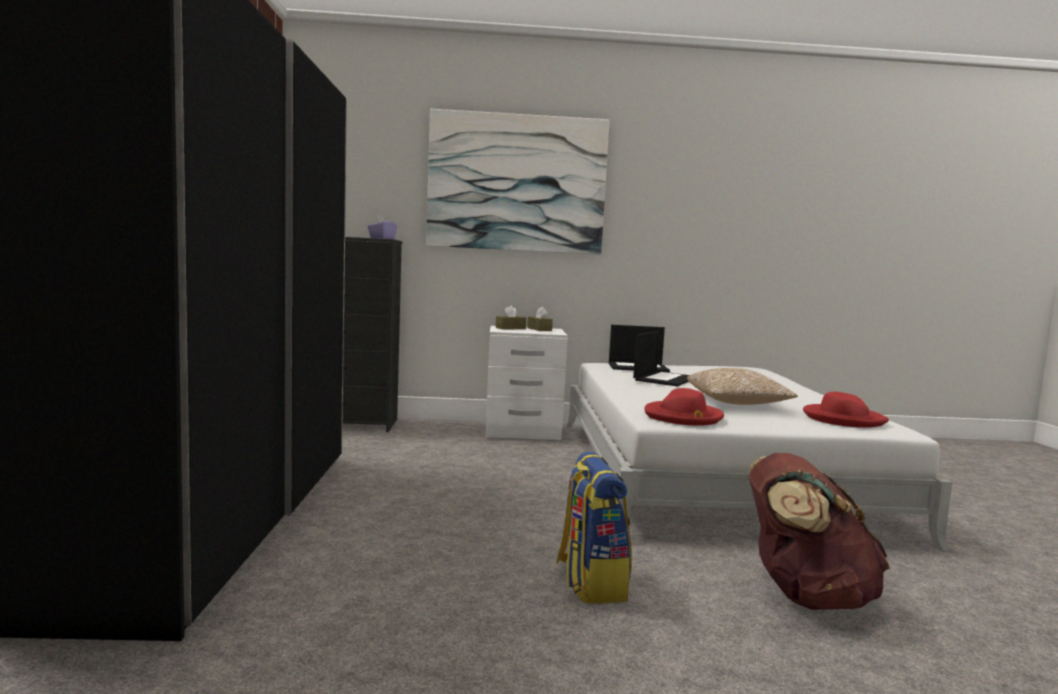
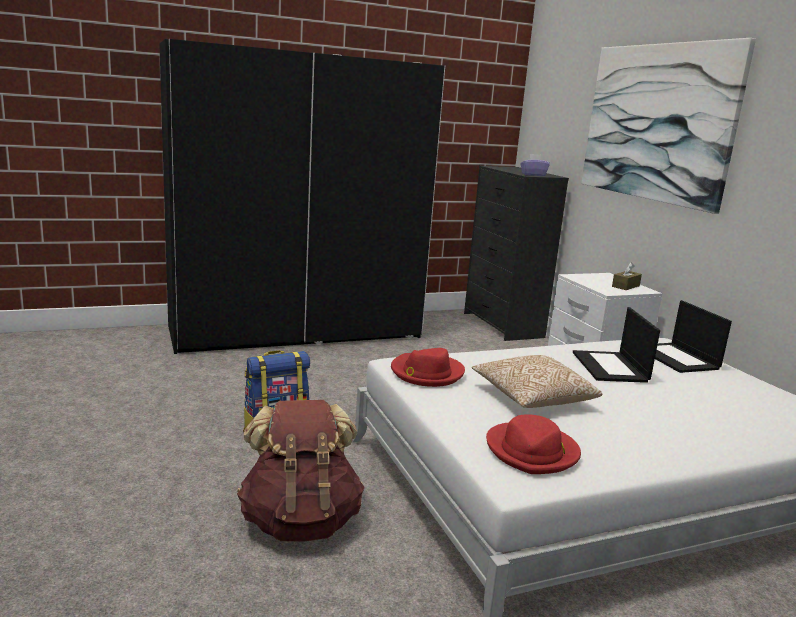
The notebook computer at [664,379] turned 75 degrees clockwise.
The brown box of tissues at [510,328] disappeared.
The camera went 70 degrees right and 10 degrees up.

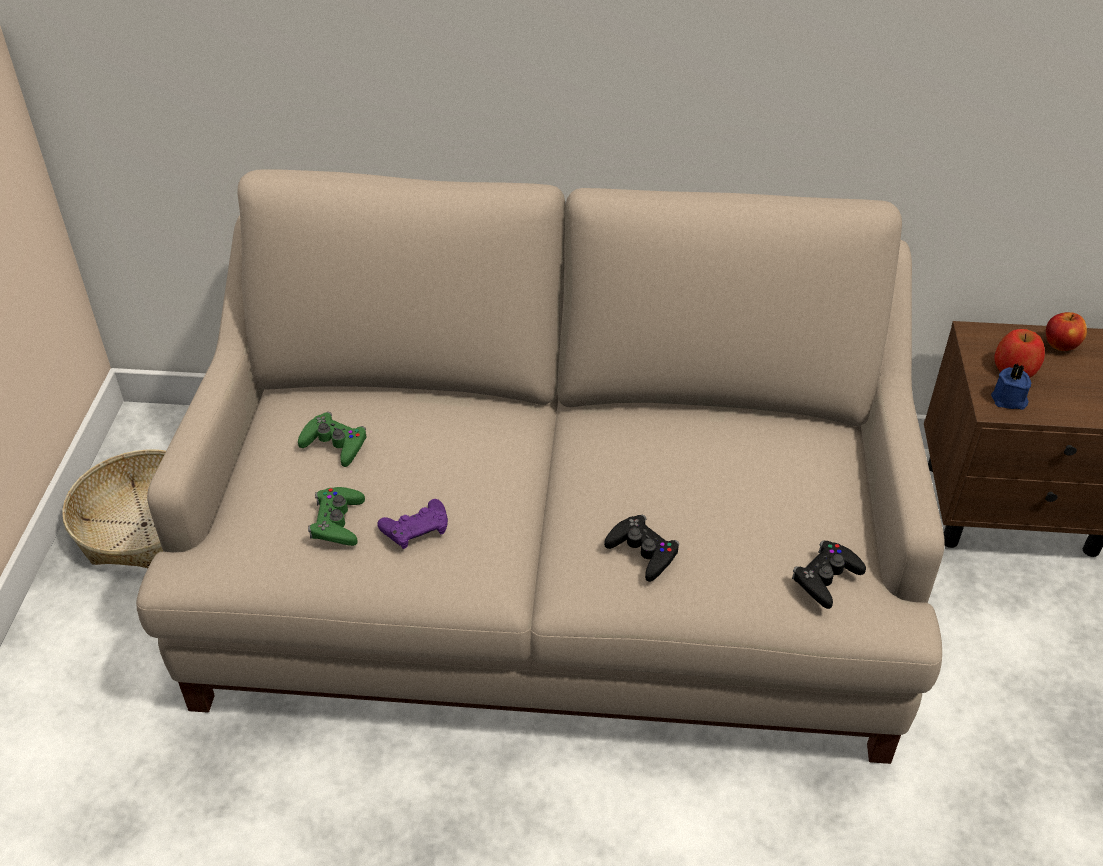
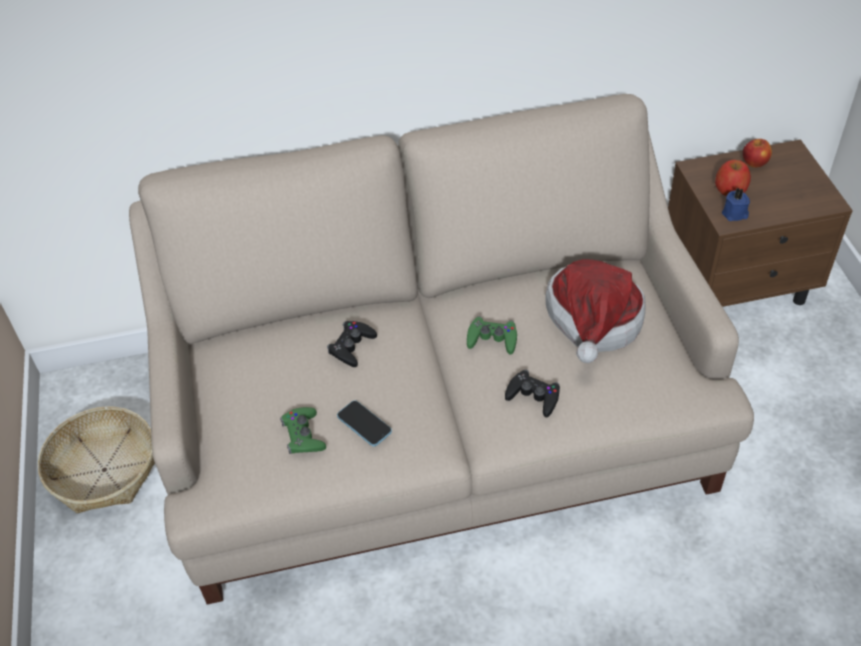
The black-coloured joypad moved from [826,578] to [352,346].
The purple joypad at [416,529] was replaced by the phone at [364,424].
The green joypad moved from [335,444] to [492,339].
The hat at [593,324] appeared.
The camera went 15 degrees left and 5 degrees up.

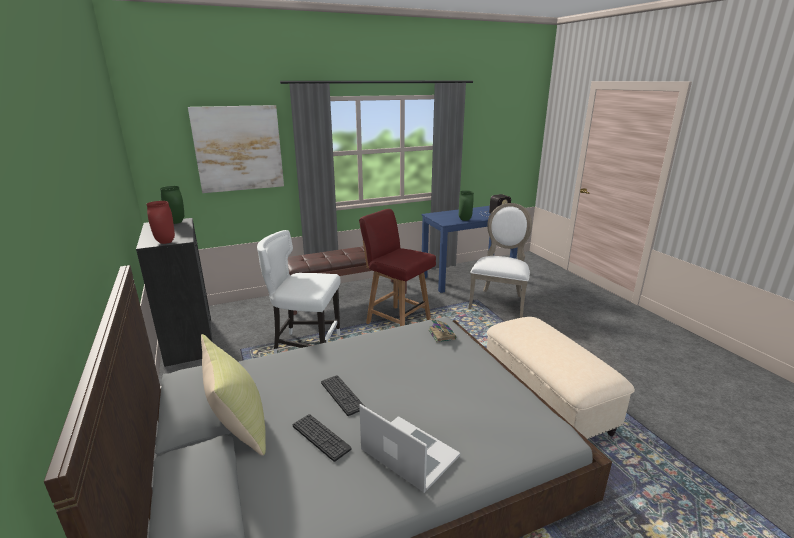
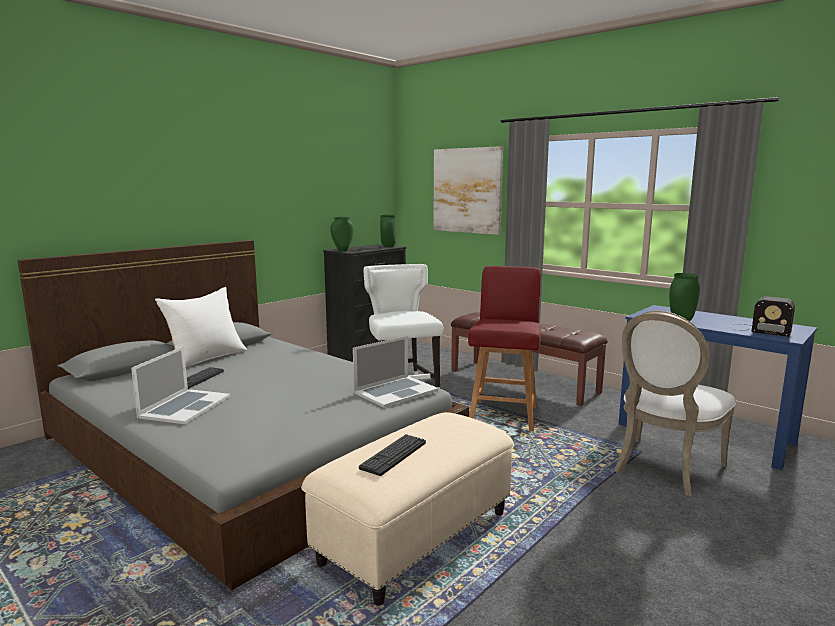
The yellow-coloured pillow at [238,426] became the white-coloured pillow at [206,358].
The reddish flower vase at [166,242] became the green flower vase at [342,251].
The volume at [441,334] was replaced by the notebook computer at [395,391].
The computer keyboard moved from [342,395] to [393,455].
The white-coloured plain chair at [499,302] turned 135 degrees clockwise.
The camera went 65 degrees right and 10 degrees down.

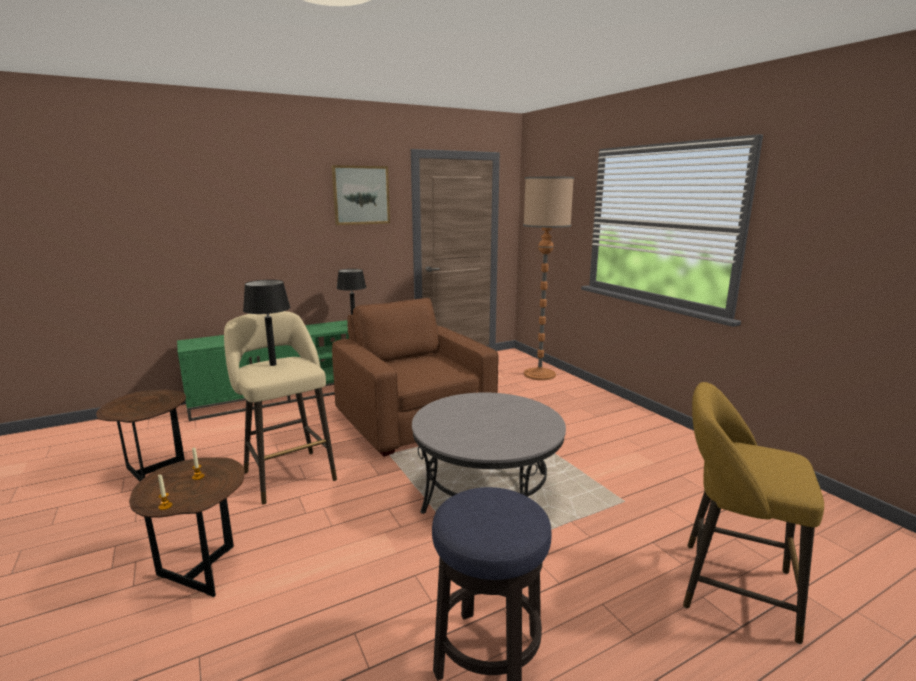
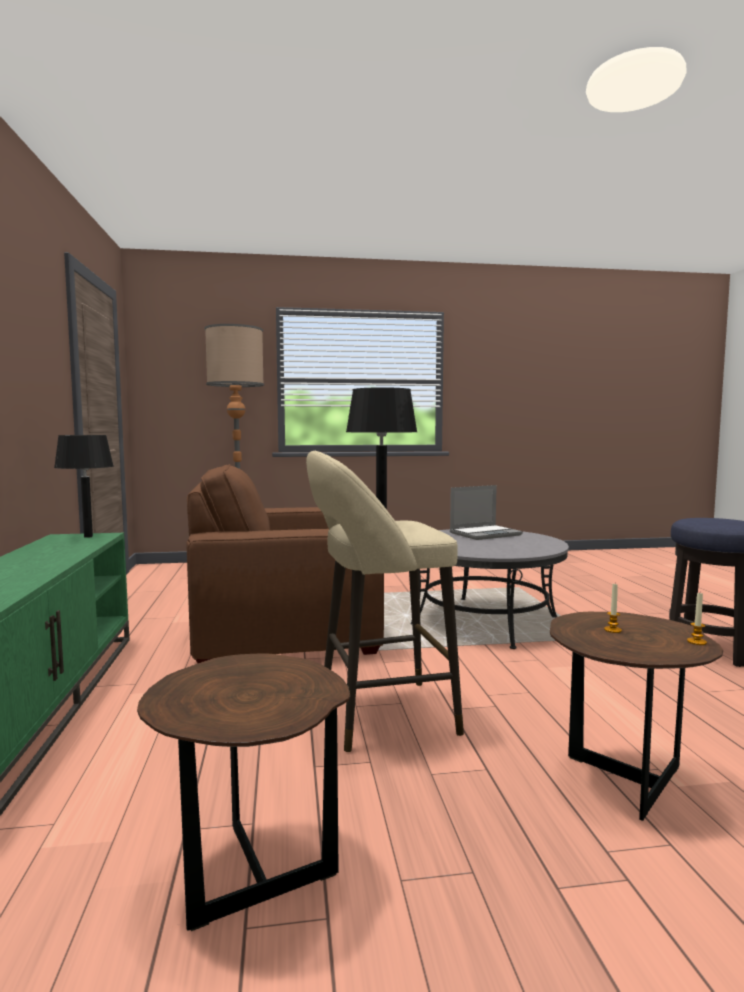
The notebook computer at [485,534] appeared.
The picture at [361,195] disappeared.
The yellow-coloured sitting stool at [728,586] disappeared.
The camera went 70 degrees left and 10 degrees down.

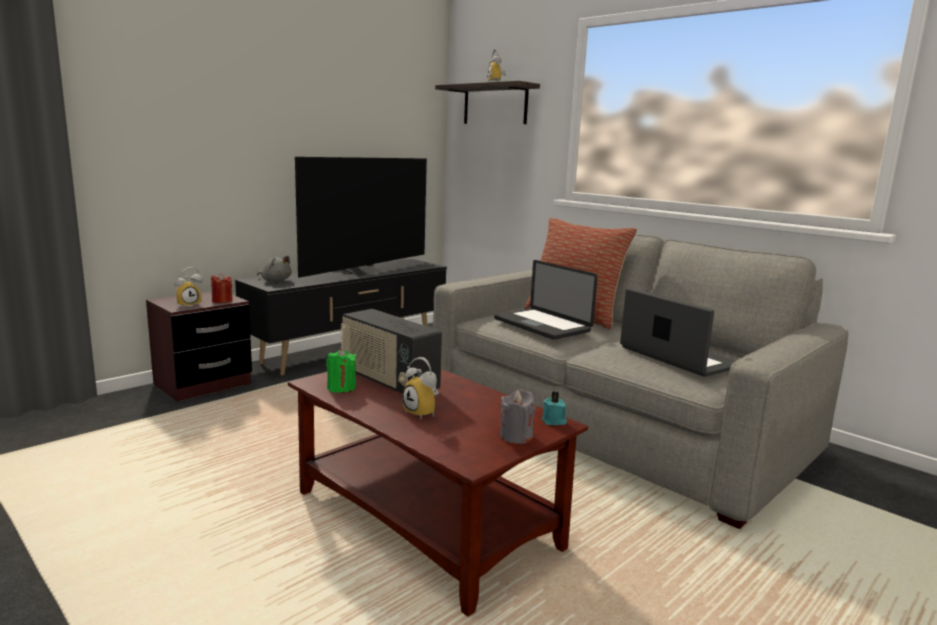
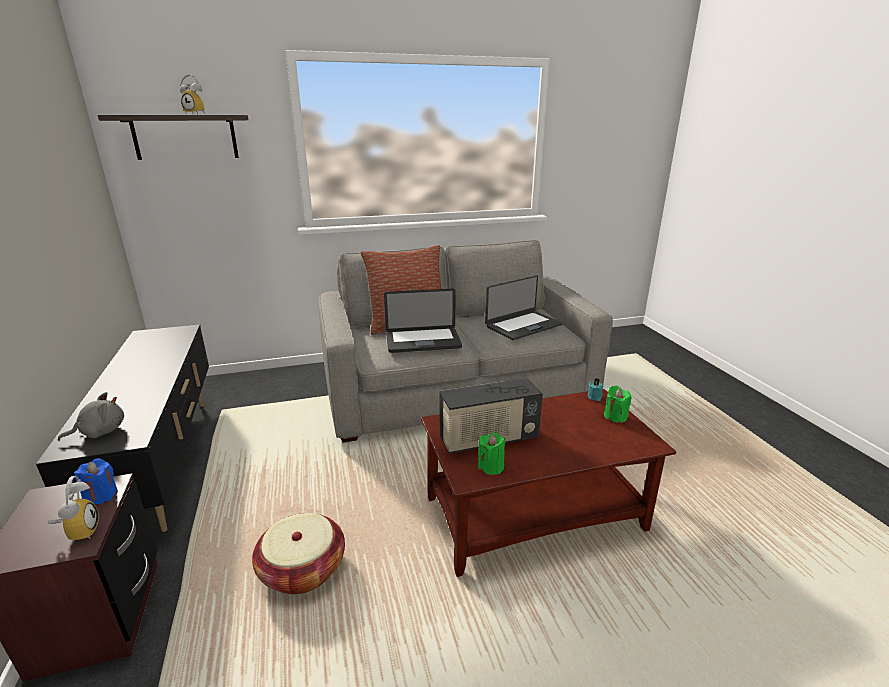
The reddish wax candle at [222,301] became the blue-coloured wax candle at [101,496].
The storage basket at [303,569] appeared.
The notebook computer at [677,357] turned 150 degrees clockwise.
The greyish wax candle at [516,436] became the green wax candle at [615,416].
The TV set at [361,271] disappeared.
The bedside clock at [424,413] disappeared.
The camera went 60 degrees left and 10 degrees up.

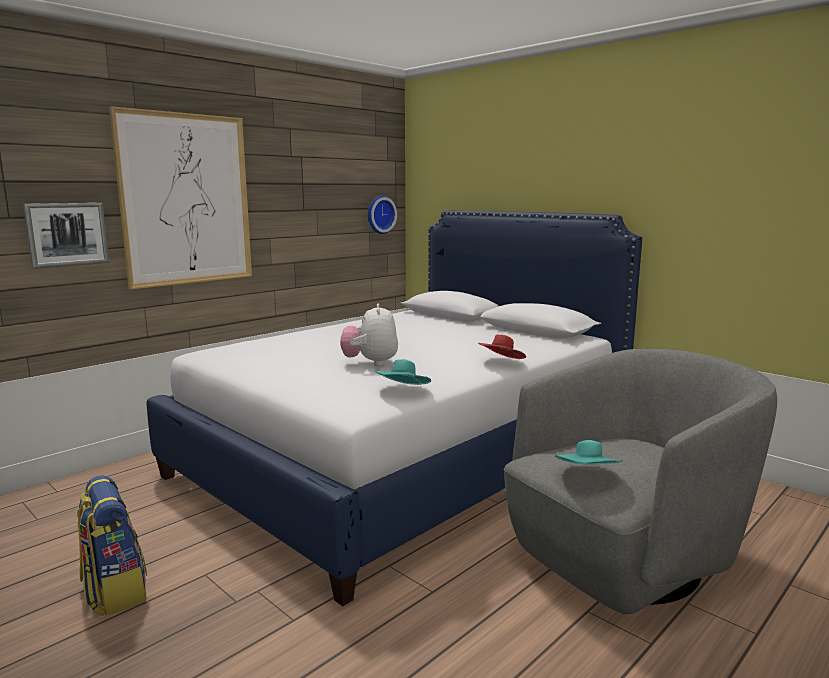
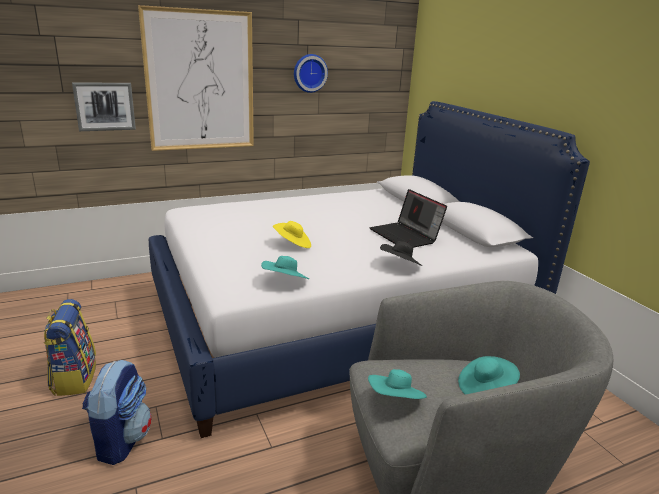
The rucksack at [121,440] appeared.
The plush toy at [370,363] was replaced by the yellow-coloured hat at [292,244].
The wall clock moved from [379,214] to [309,73].
The notebook computer at [406,236] appeared.
The reddish hat at [501,362] became the black-coloured hat at [400,265].
The turquoise-coloured hat at [485,389] appeared.
The camera went 20 degrees right and 10 degrees up.

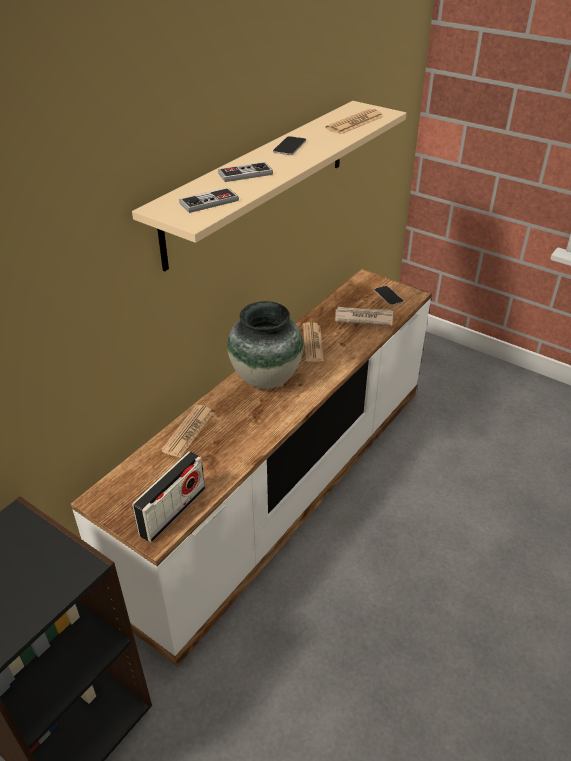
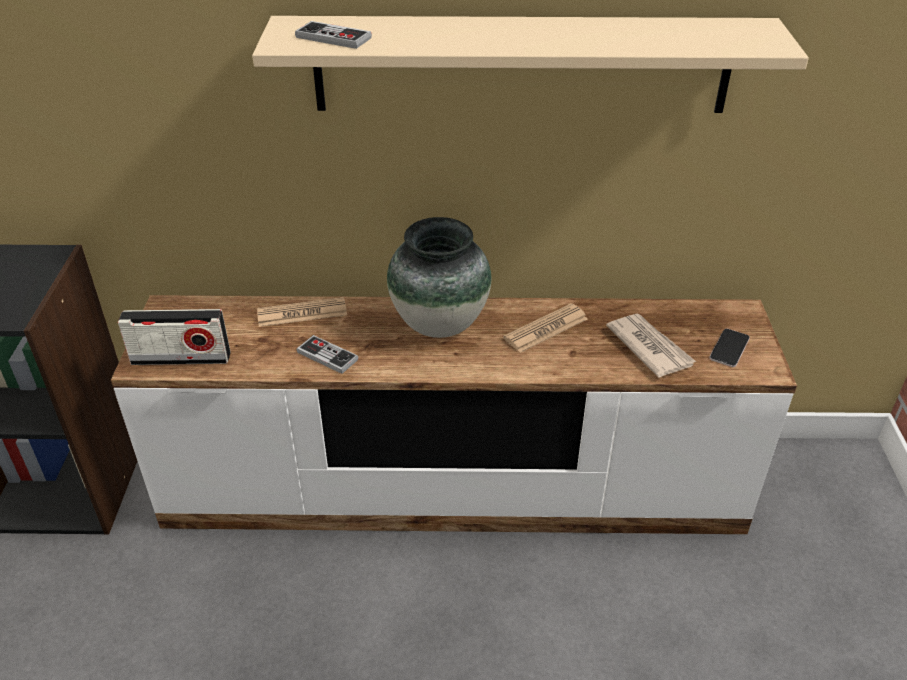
The joypad moved from [245,174] to [327,356].
The phone at [289,146] disappeared.
The printed paper at [355,123] disappeared.
The camera went 55 degrees right and 0 degrees up.

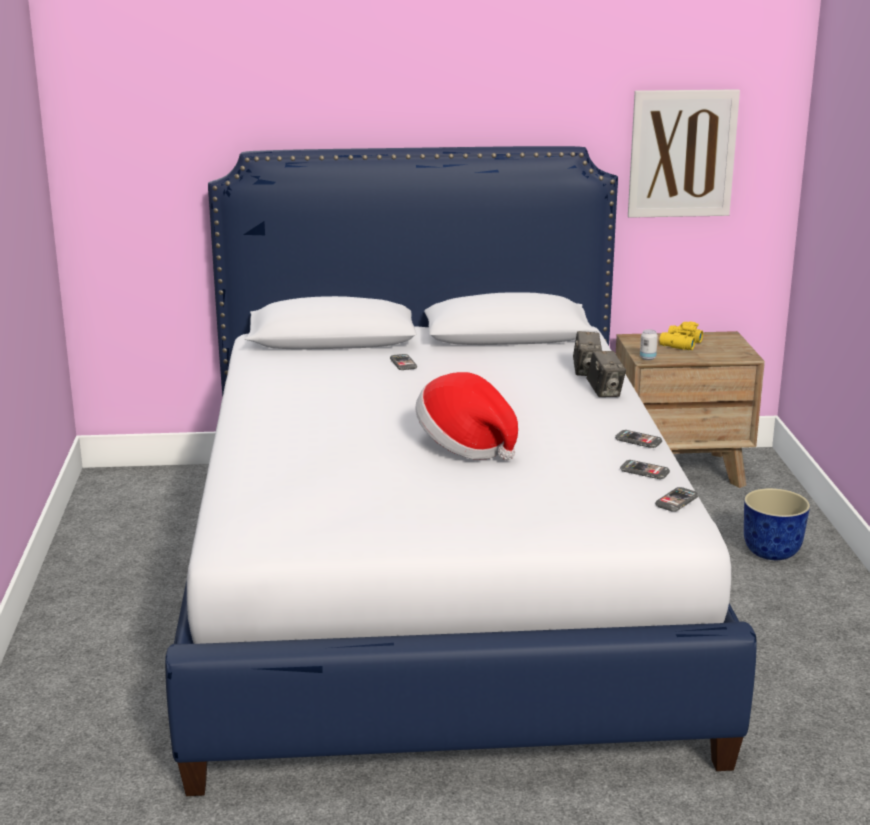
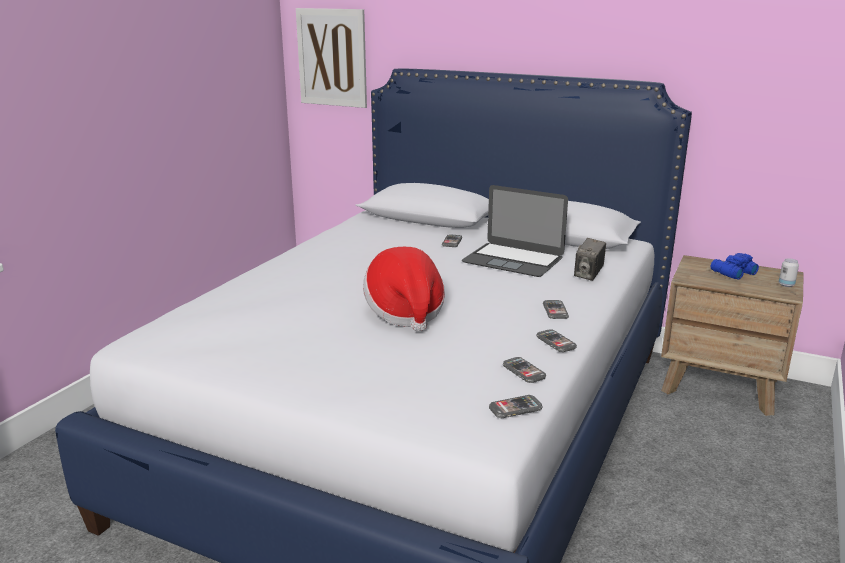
The picture moved from [682,153] to [332,57].
The notebook computer at [513,260] appeared.
The phone at [555,311] appeared.
The yellow-coloured binoculars at [679,344] became the blue-coloured binoculars at [732,272].
The metal can moved from [647,358] to [786,285].
The still camera at [605,392] disappeared.
The plant pot at [770,552] disappeared.
The camera went 30 degrees right and 0 degrees up.

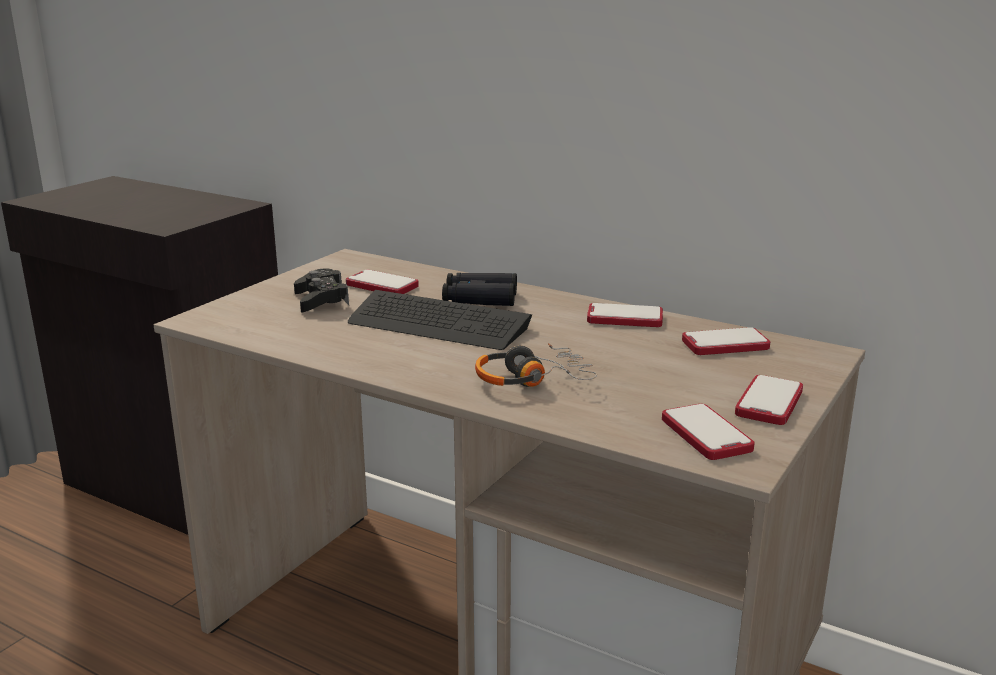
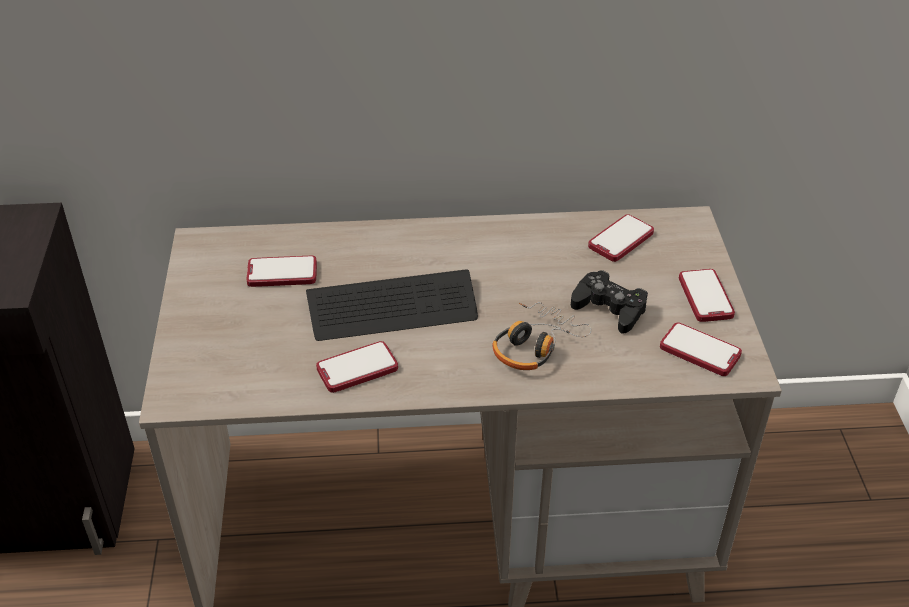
The phone moved from [624,318] to [357,369].
The black-coloured joypad moved from [321,300] to [609,308].
The black-coloured binoculars at [479,298] disappeared.
The camera went 35 degrees left and 20 degrees up.

